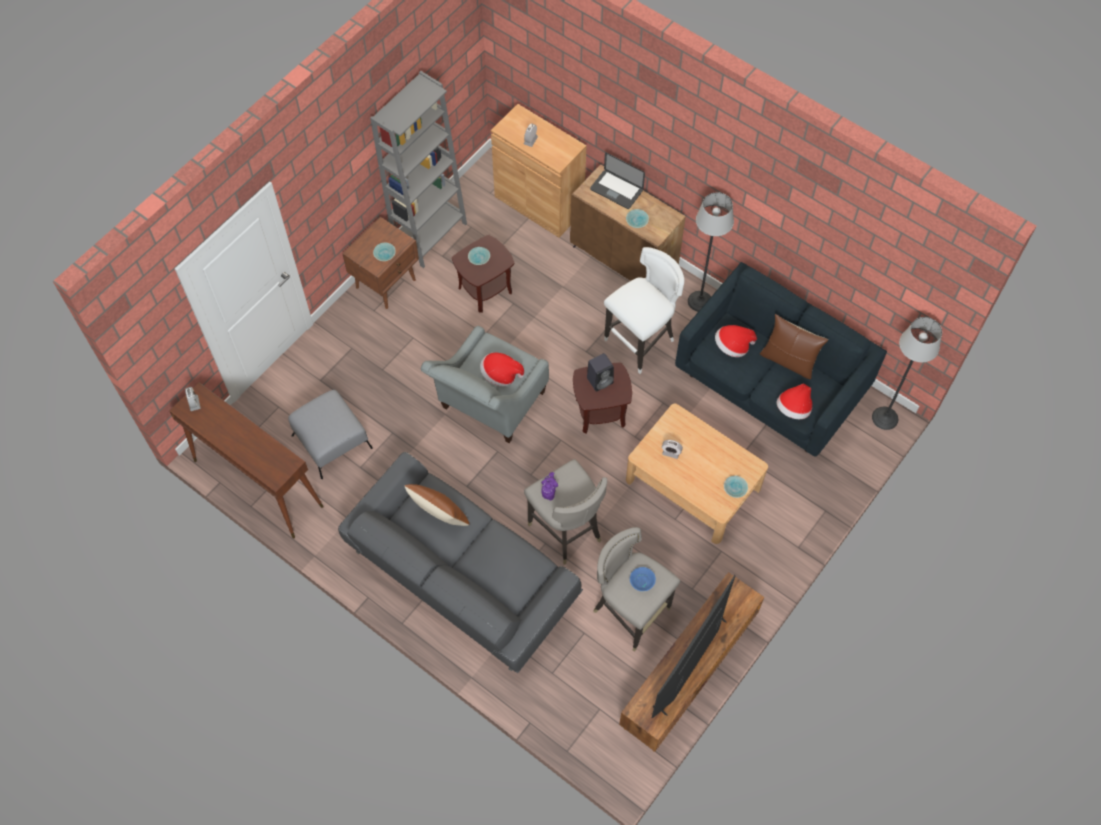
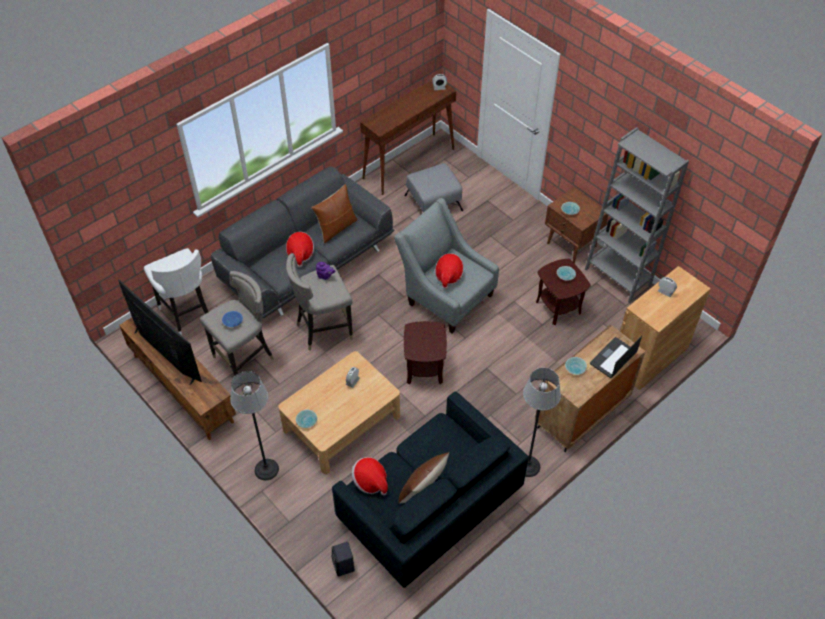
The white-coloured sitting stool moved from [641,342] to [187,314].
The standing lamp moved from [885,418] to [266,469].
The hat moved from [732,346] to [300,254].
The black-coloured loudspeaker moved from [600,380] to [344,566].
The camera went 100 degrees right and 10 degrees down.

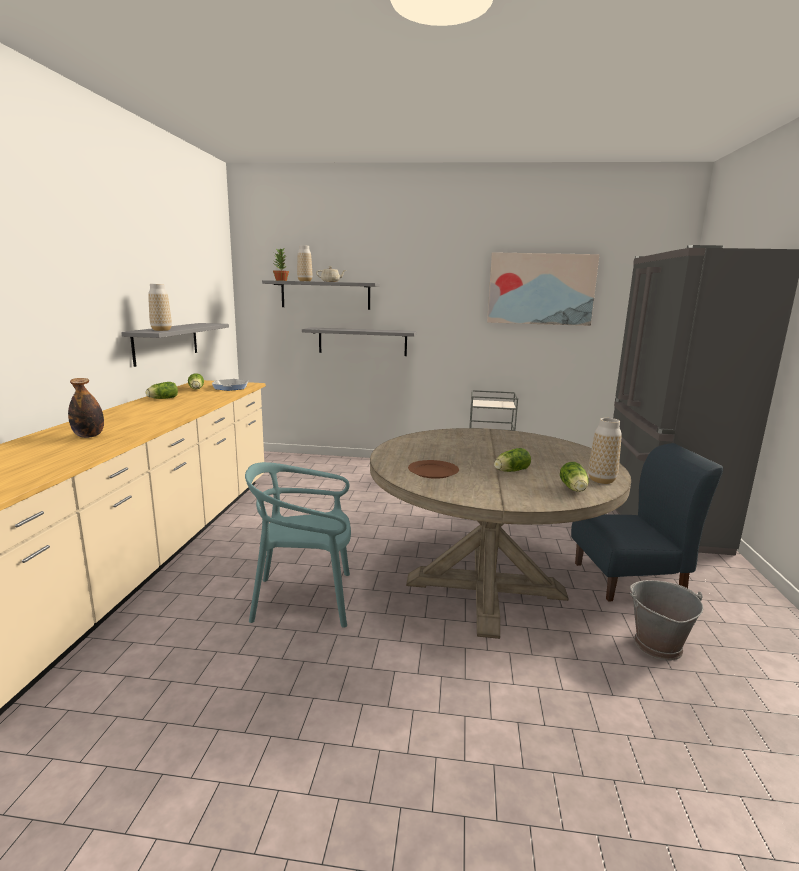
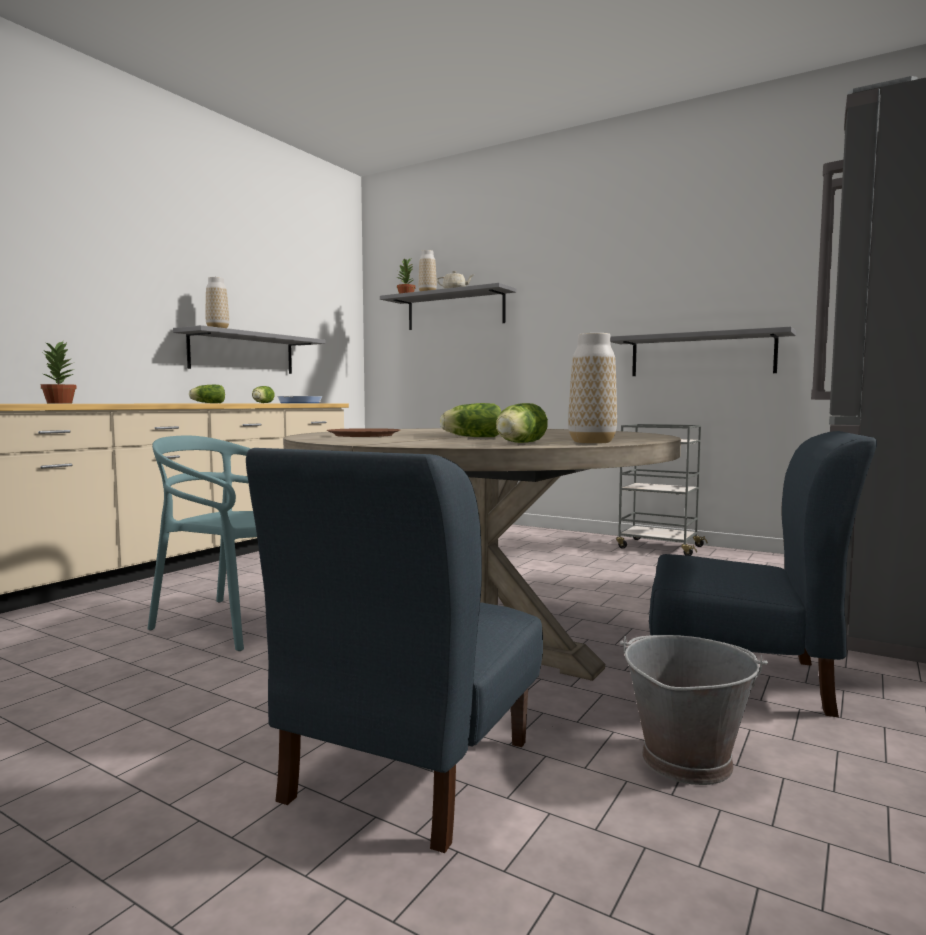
The beverage bottle at [89,436] was replaced by the plant in a pot at [60,403].
The blue-coloured plain chair at [408,770] appeared.
The greyish shelf moved from [362,341] to [701,355].
The picture at [541,289] disappeared.
The camera went 25 degrees right and 10 degrees down.

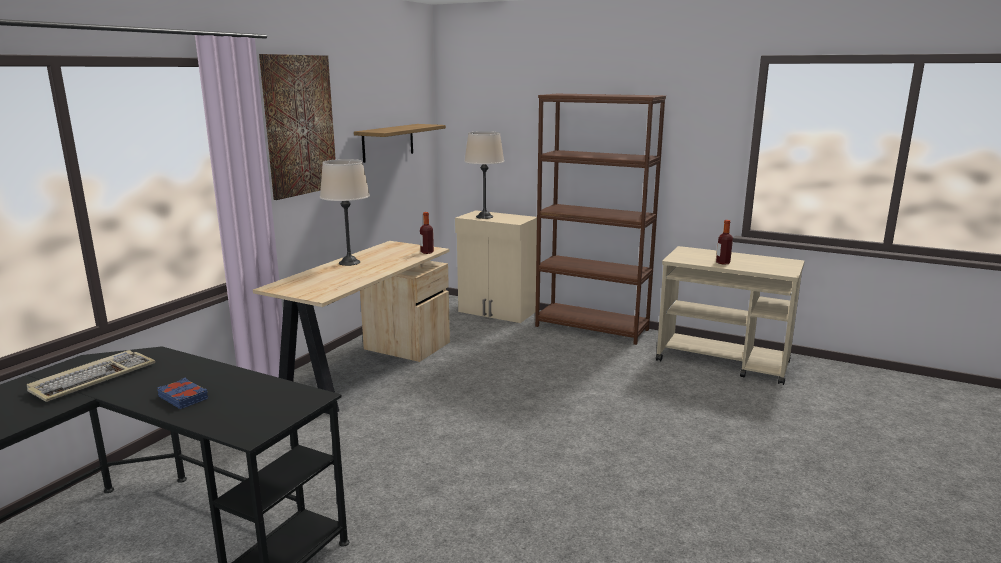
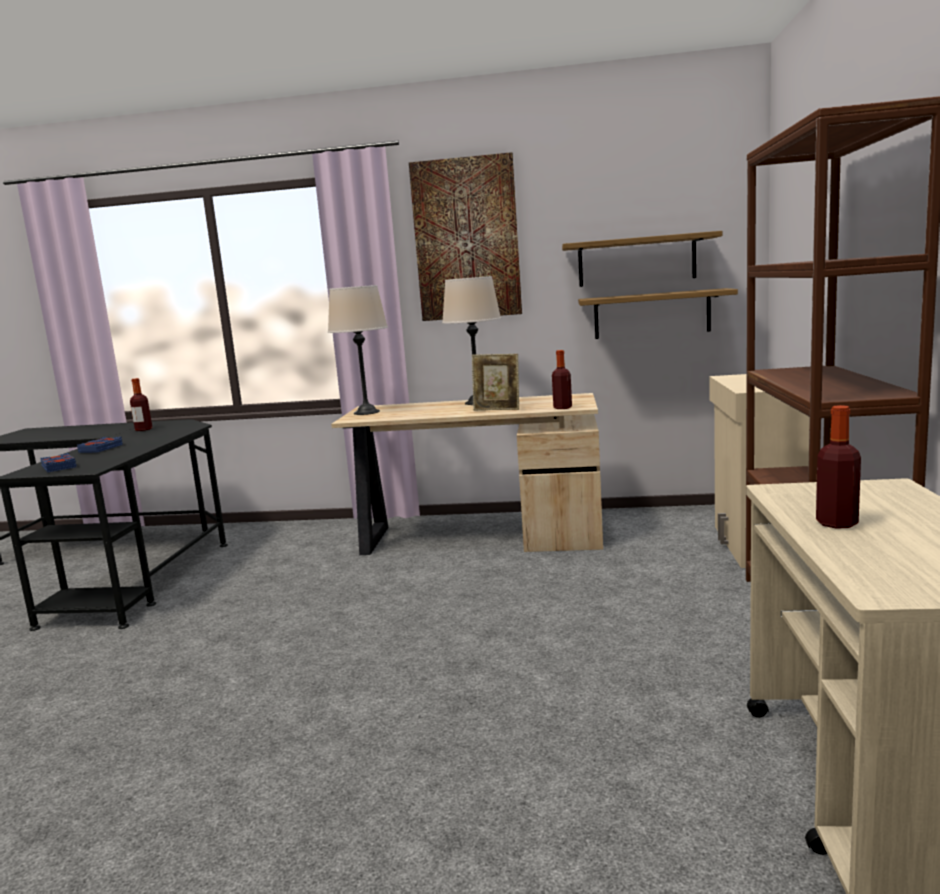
The blue-coloured volume at [60,467] appeared.
The computer keyboard at [93,378] was replaced by the beverage bottle at [143,429].
The sand-coloured table lamp moved from [484,216] to [366,412].
The standing frame at [497,410] appeared.
The shelf at [651,314] appeared.
The camera went 70 degrees right and 5 degrees down.

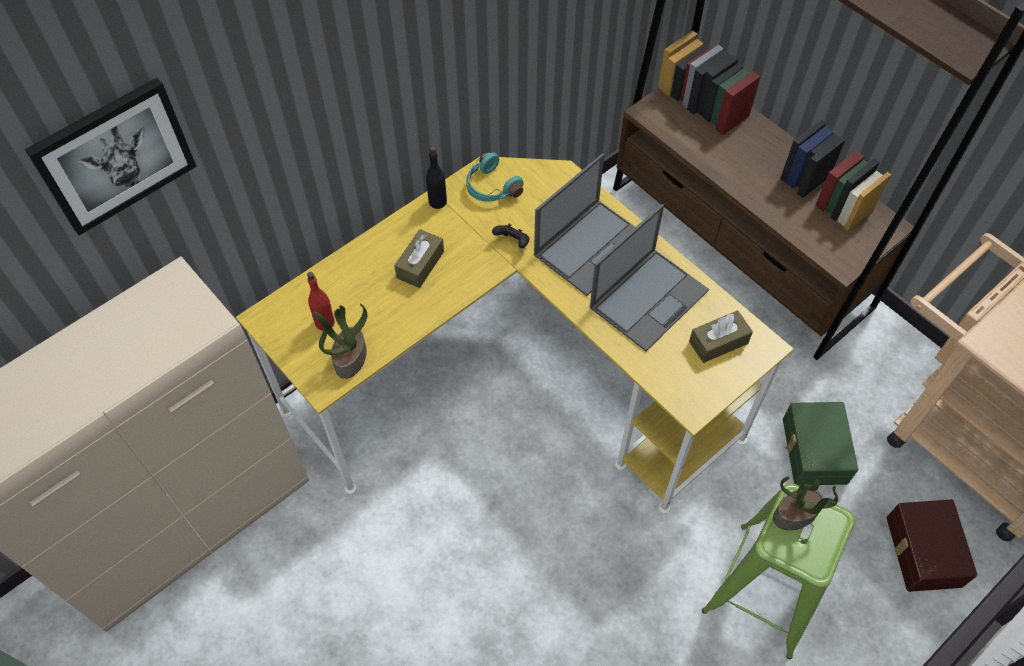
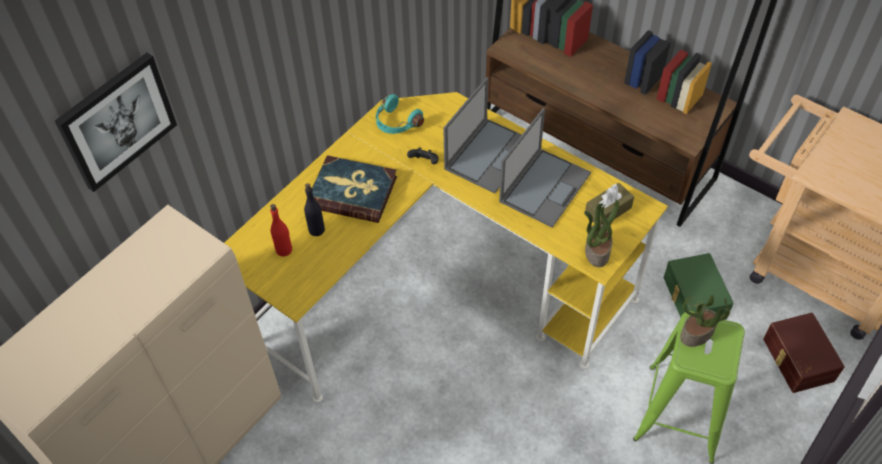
The black-coloured beverage bottle moved from [438,201] to [316,229].
The brown box of tissues at [420,264] was replaced by the volume at [352,191].
The plant in a pot moved from [350,357] to [596,250].
The camera went 10 degrees left and 5 degrees down.

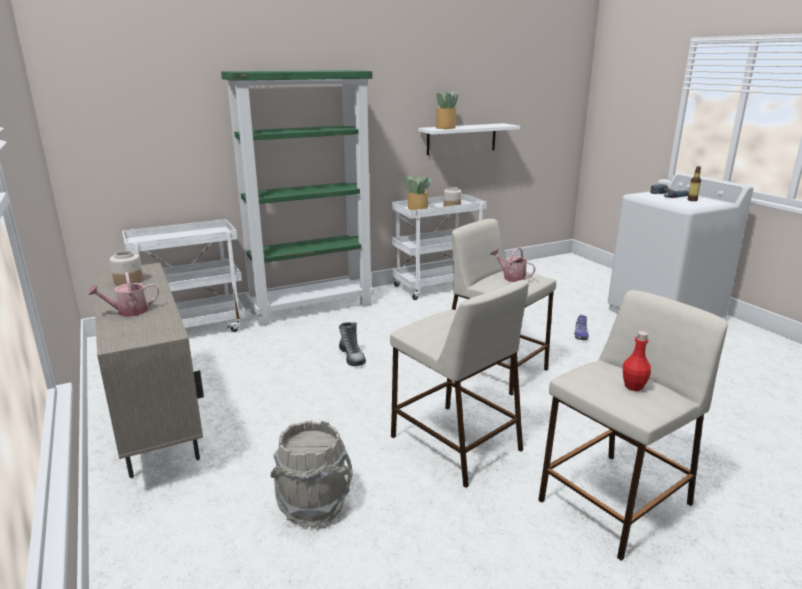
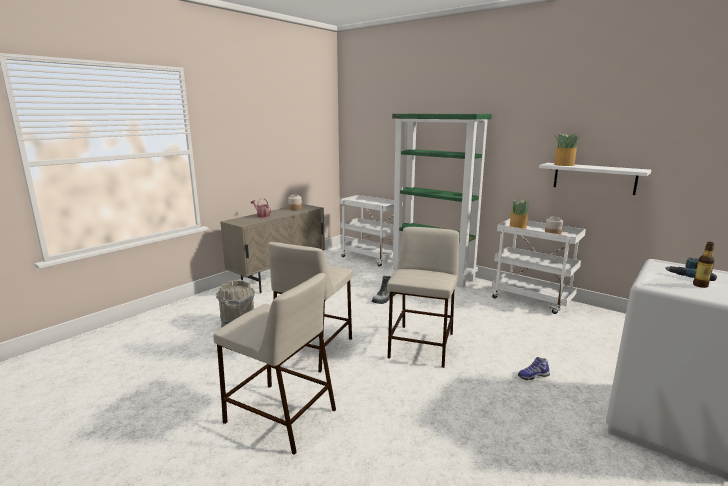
The sprinkling can at [511,277] disappeared.
The reddish beverage bottle at [633,386] disappeared.
The camera went 65 degrees right and 5 degrees down.

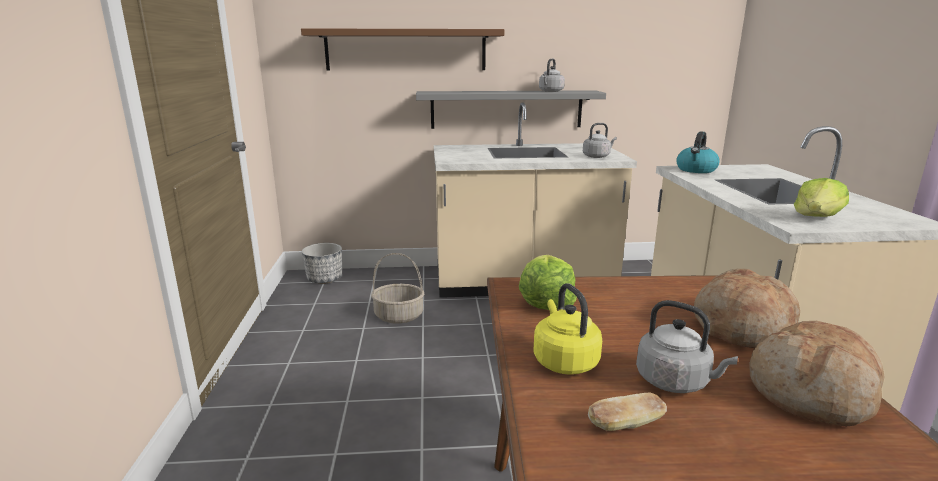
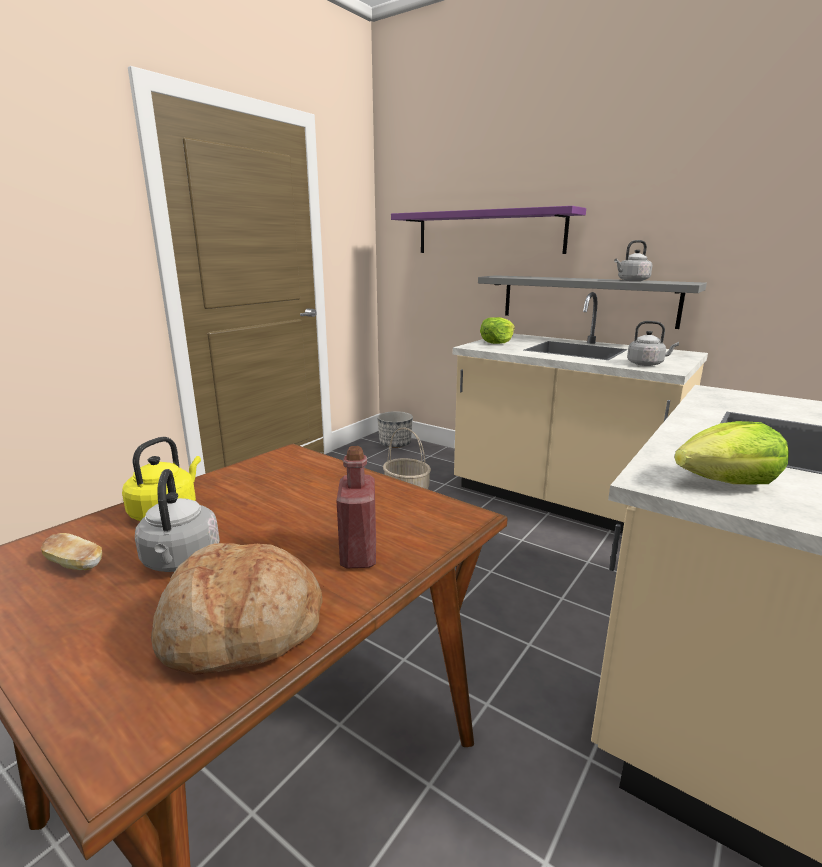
The bakery bread at [740,326] was replaced by the reddish beverage bottle at [358,555].
The brown shelf at [406,50] became the purple shelf at [488,232].
The lettuce moved from [545,301] to [497,342].
The tea kettle at [696,170] disappeared.
The camera went 40 degrees right and 0 degrees up.

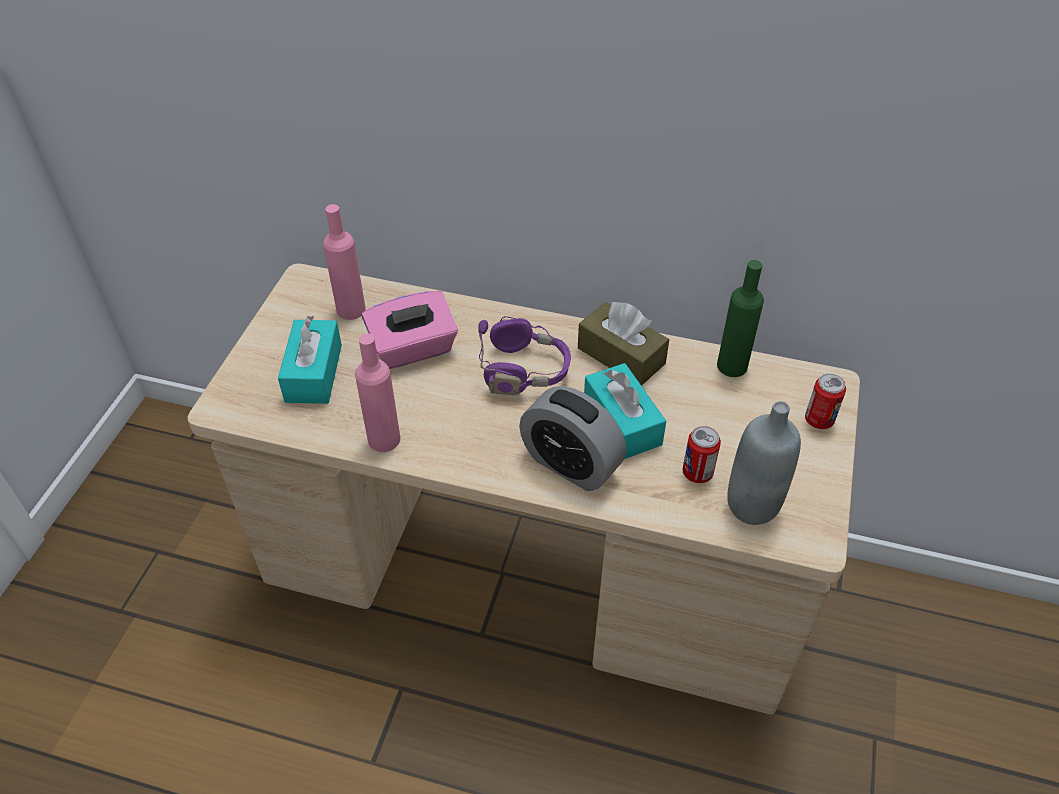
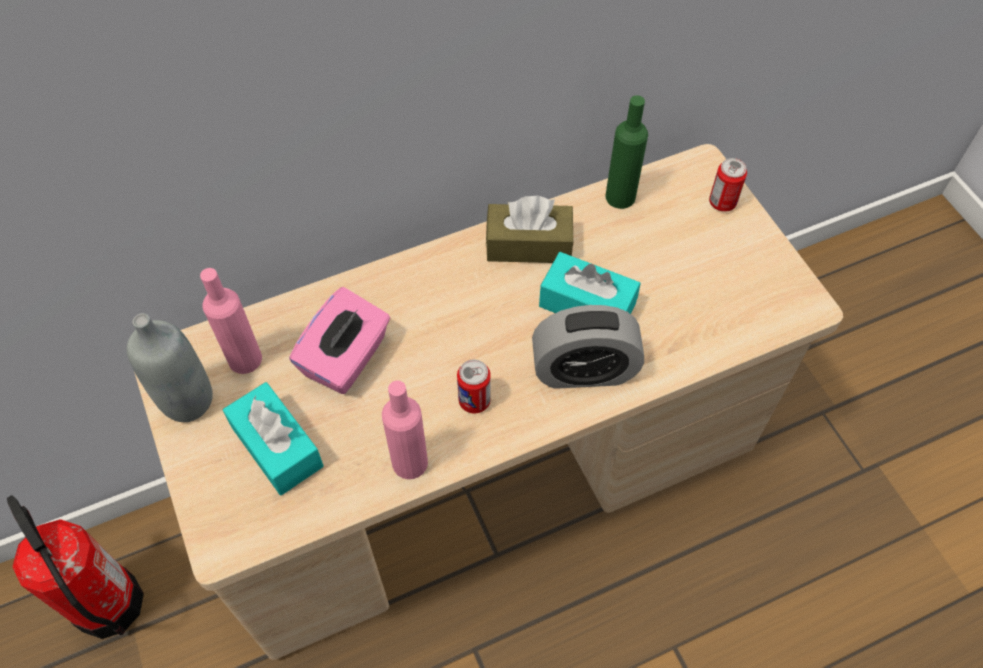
The fire-fighting cylinder at [109,605] appeared.
The greyish beverage bottle moved from [752,505] to [187,401].
The metal can moved from [697,473] to [474,401].
The purple headphones at [526,371] disappeared.
The camera went 40 degrees left and 10 degrees up.

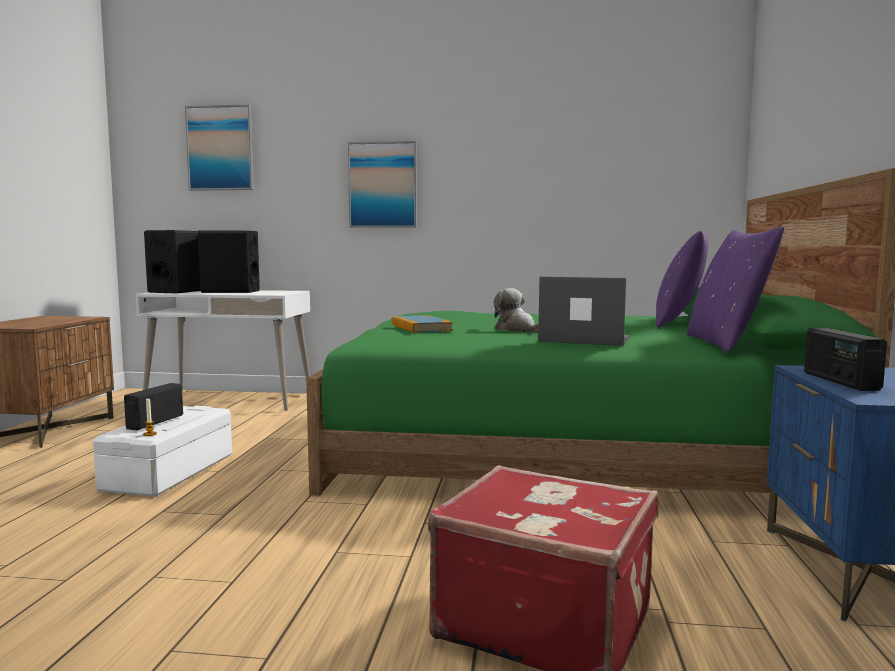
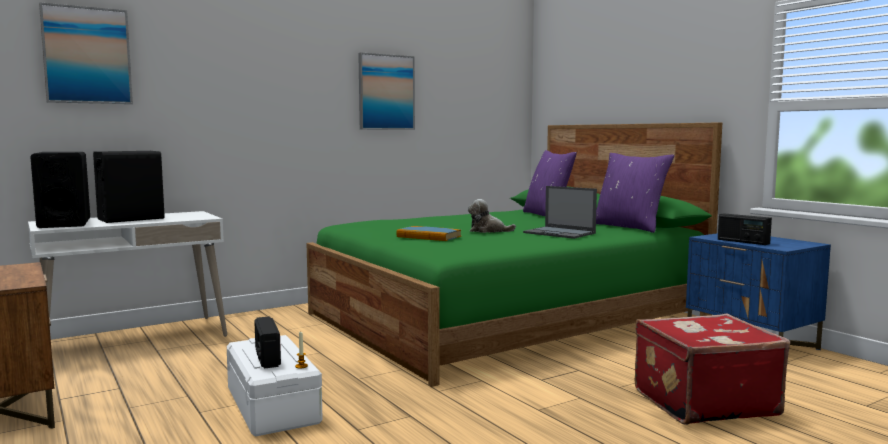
The picture moved from [383,185] to [386,92].
The notebook computer at [583,339] turned 120 degrees counterclockwise.
The camera went 40 degrees left and 0 degrees up.

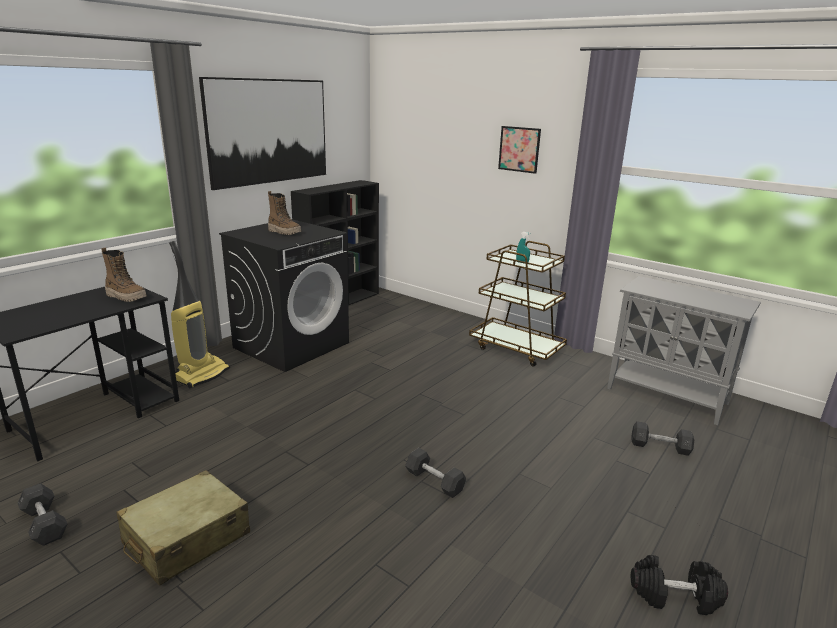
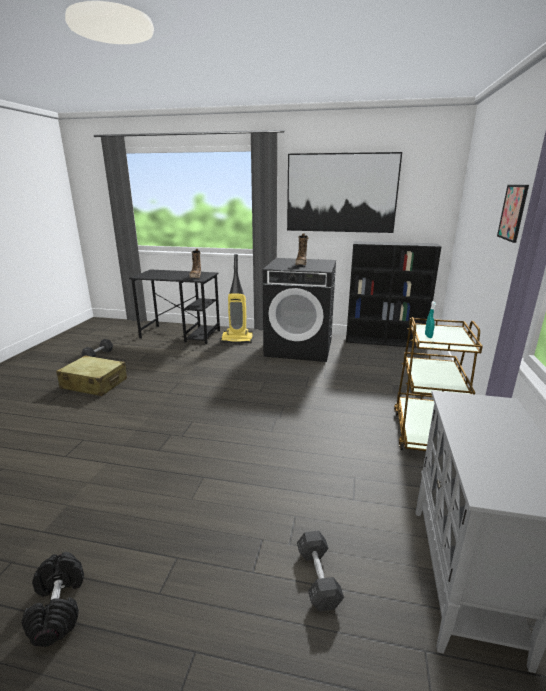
The greyish dumbbell at [434,481] disappeared.
The camera went 65 degrees right and 0 degrees up.

